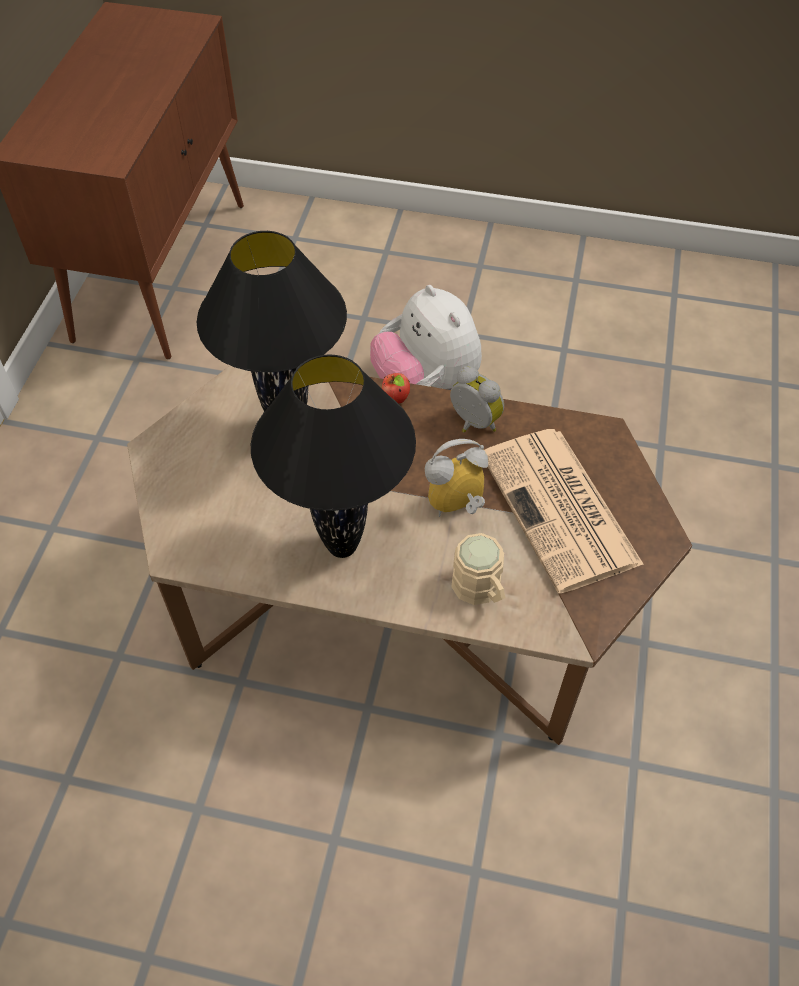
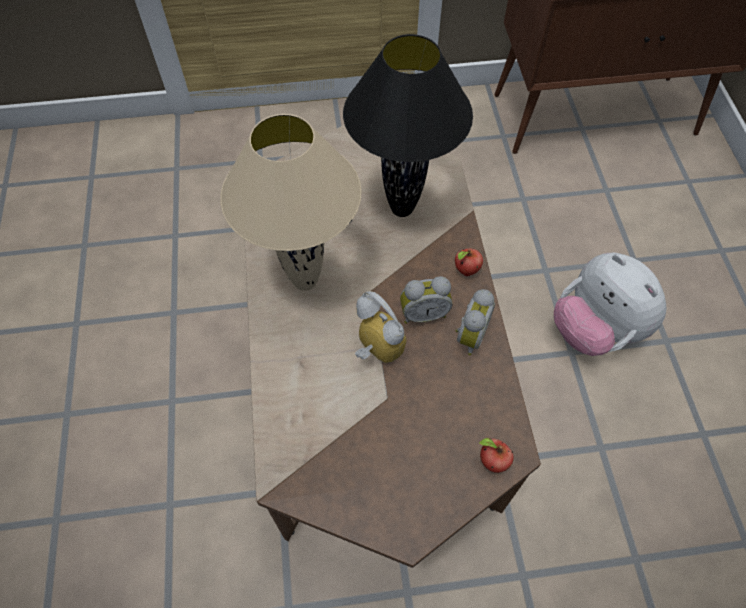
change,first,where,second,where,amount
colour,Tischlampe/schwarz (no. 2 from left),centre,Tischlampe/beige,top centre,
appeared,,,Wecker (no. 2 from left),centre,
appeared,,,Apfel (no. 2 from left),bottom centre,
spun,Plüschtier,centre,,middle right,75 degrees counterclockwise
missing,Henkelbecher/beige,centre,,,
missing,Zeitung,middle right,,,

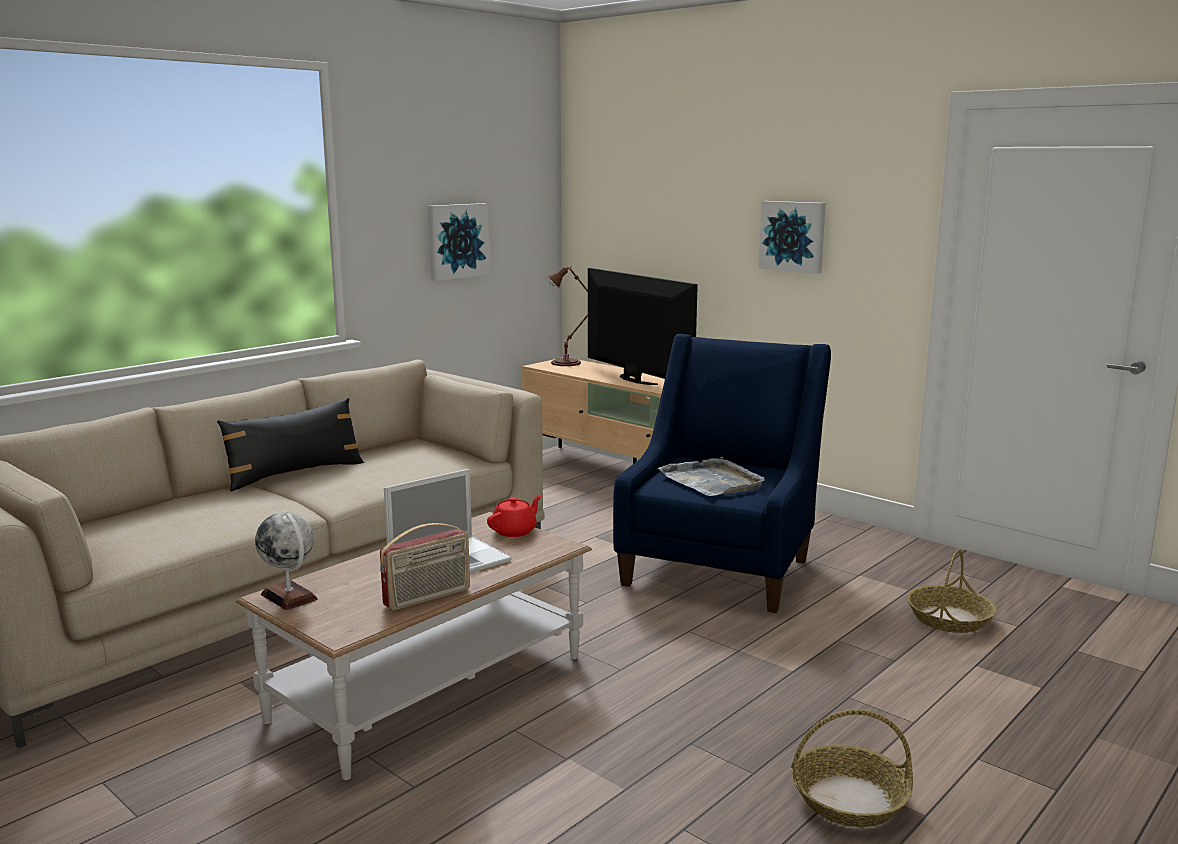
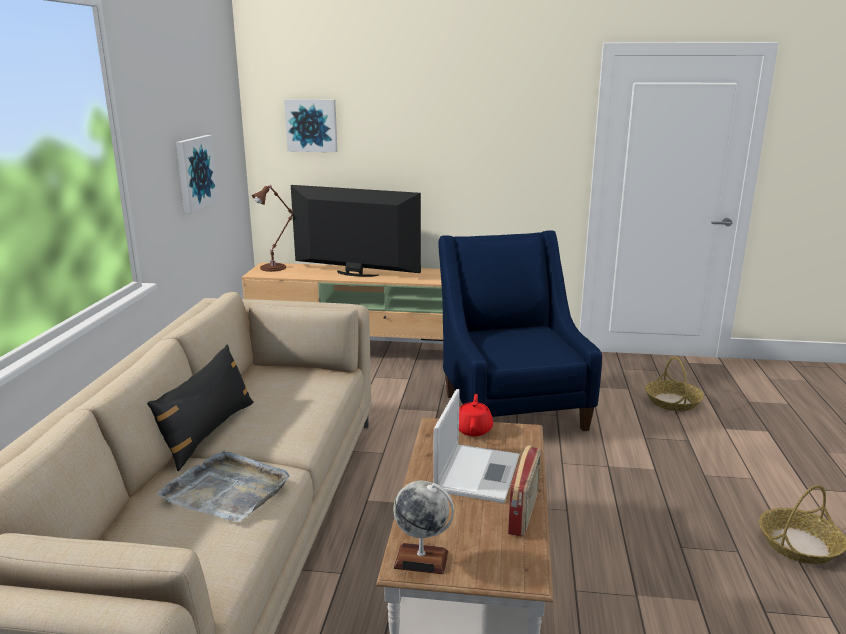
change,first,where,second,where,amount
relocated,Tablett/grau,centre,,bottom left,
relocated,Bild (no. 2 from left),top right,,top centre,

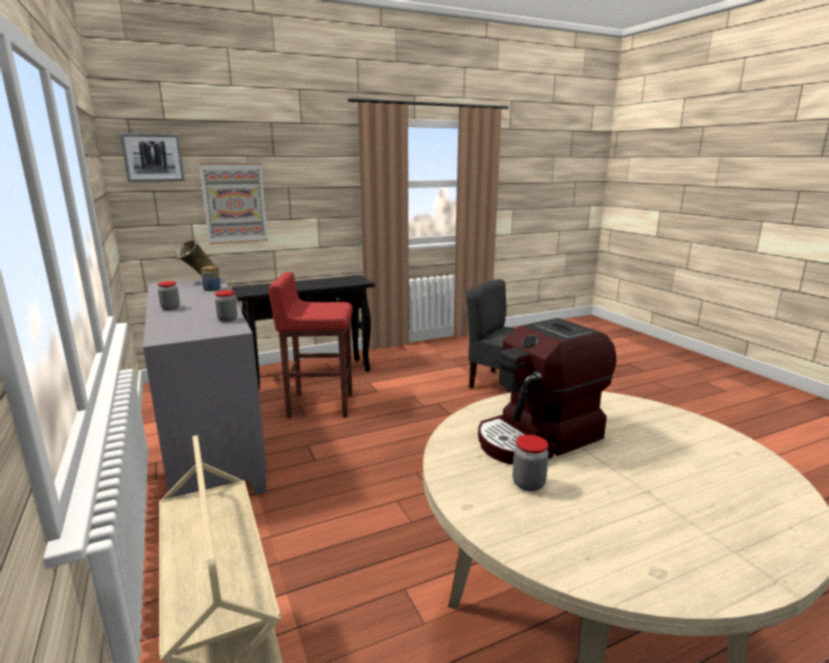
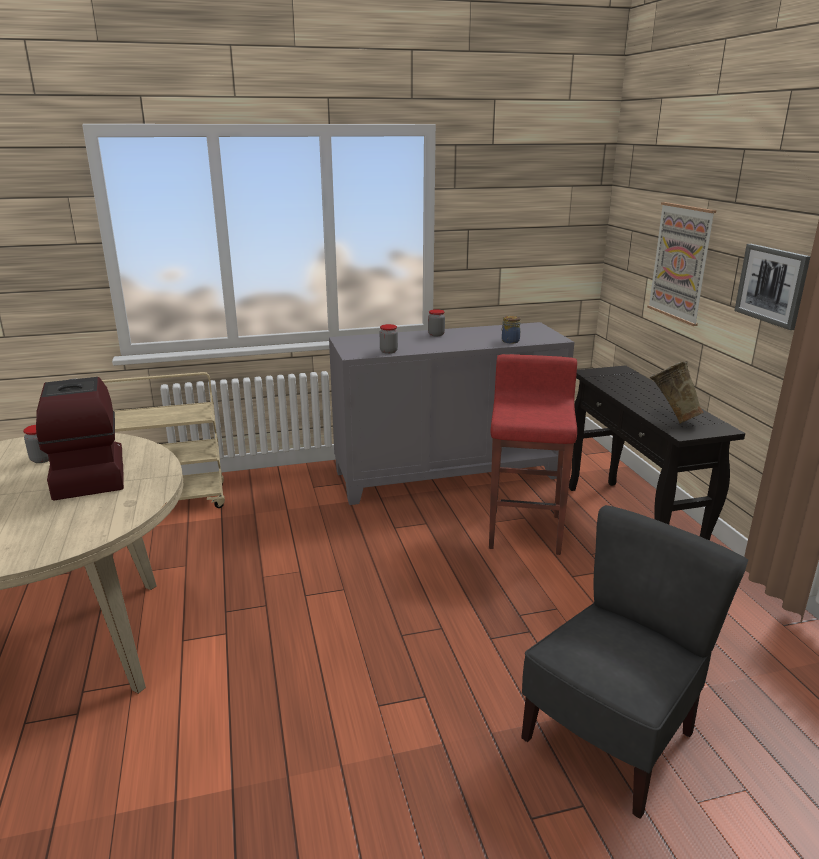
change,first,where,second,where,amount
relocated,Vase/beige,middle left,,middle right,
relocated,Bild (no. 1 from left in the first image),top left,Bild (no. 2 from left),middle right,

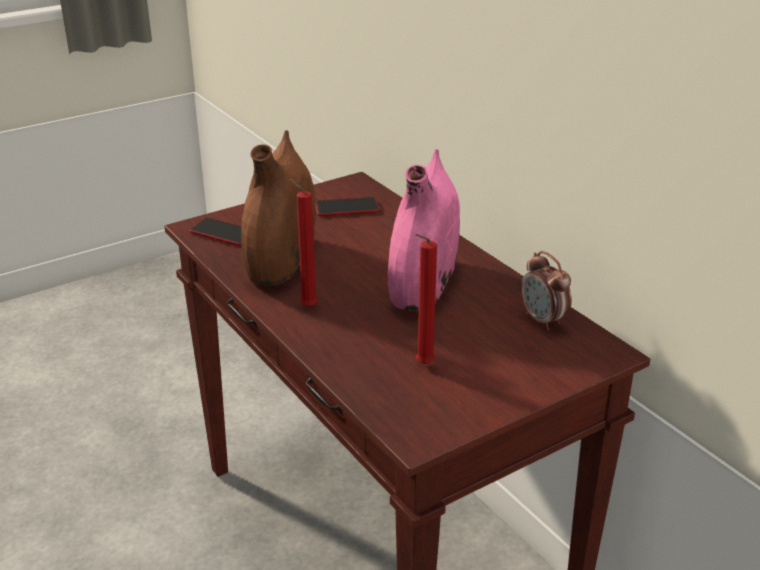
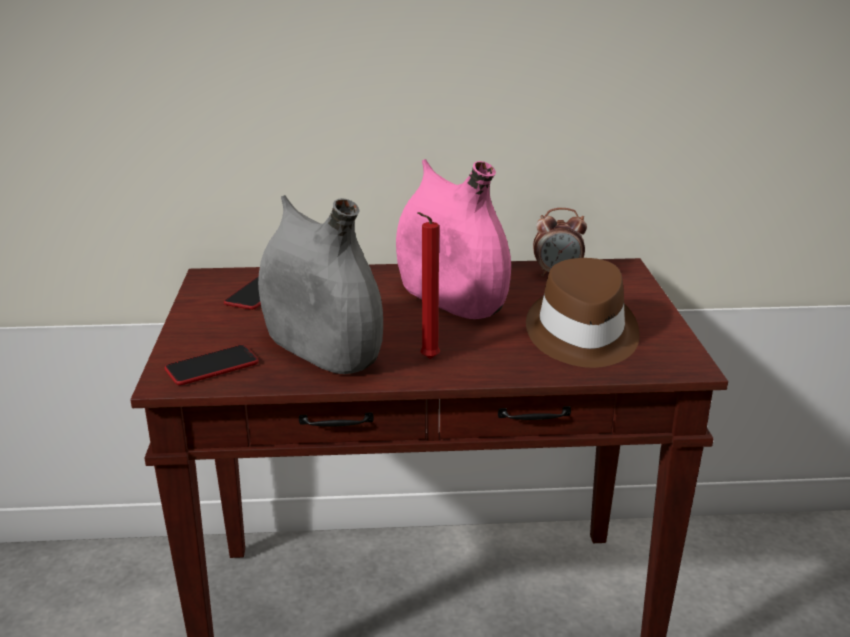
change,first,where,second,where,amount
colour,Vase/braun,centre,Vase/grau,centre,
exchanged,Kerze/rot (no. 2 from left),centre,Hut/braun,middle right,

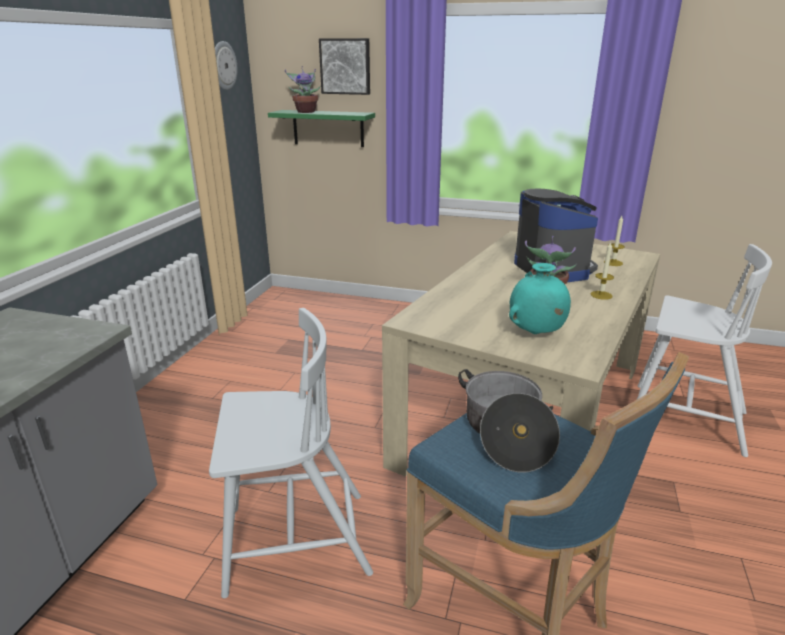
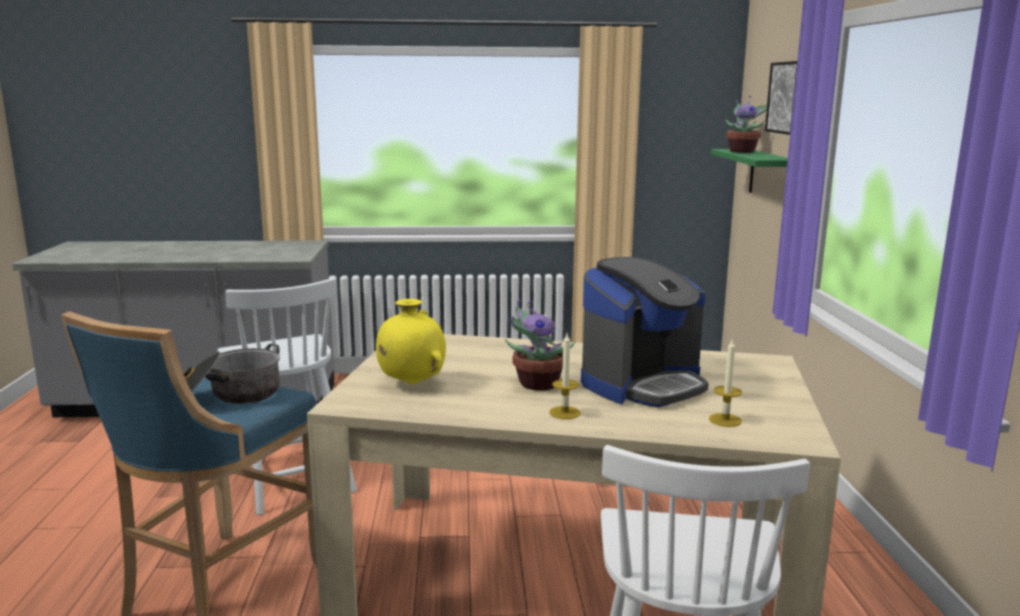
change,first,where,second,where,amount
colour,Vase/türkis,middle right,Vase/gelb,centre,
missing,Wanduhr,top left,,,

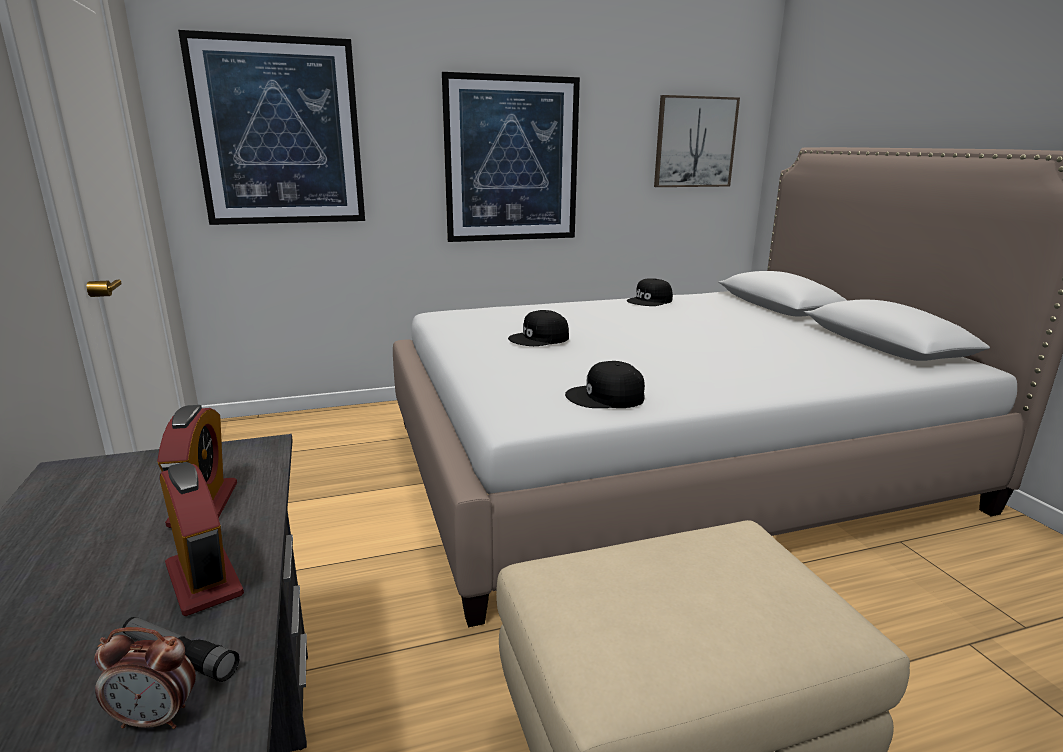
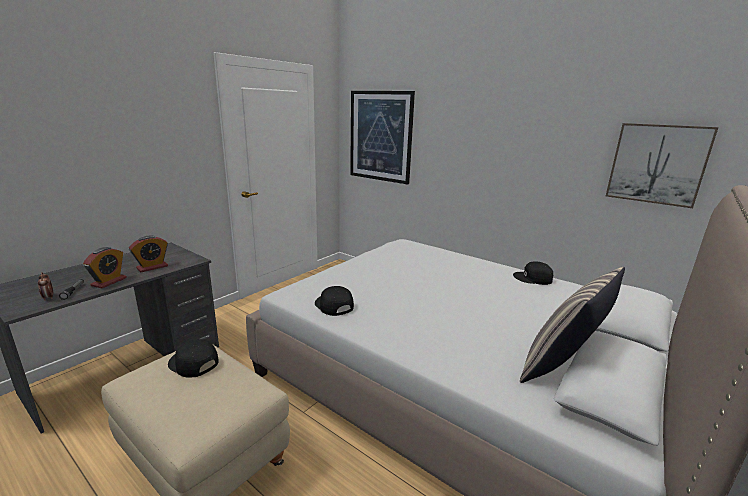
change,first,where,second,where,amount
relocated,Kappe/schwarz (no. 1 from left),centre,,bottom left,
appeared,,,Kissen,middle right,
missing,Bild (no. 2 from left),top centre,,,

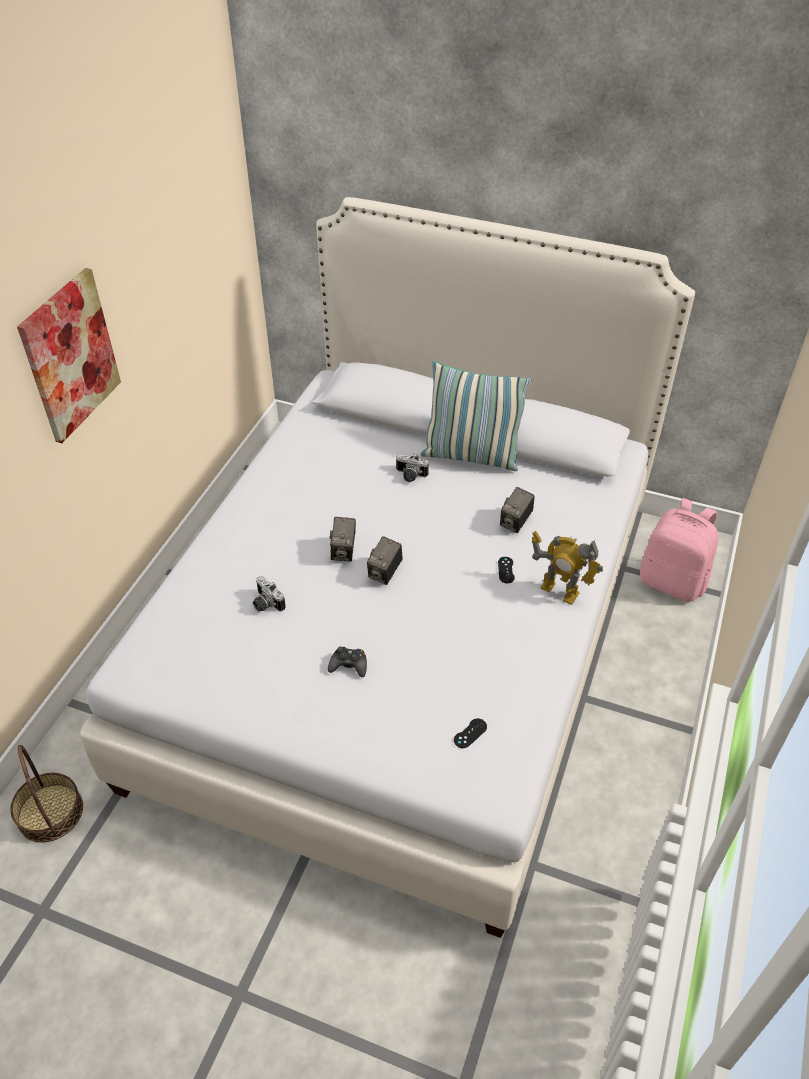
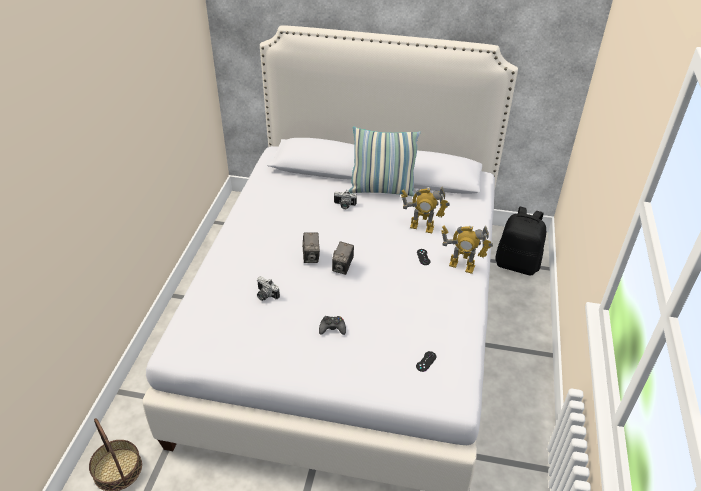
change,first,where,second,where,amount
exchanged,Kamera (no. 5 from left),centre,Spielzeugroboter (no. 1 from left),centre,
colour,Rucksack/rosa,middle right,Rucksack/schwarz,middle right,
missing,Bild,top left,,,

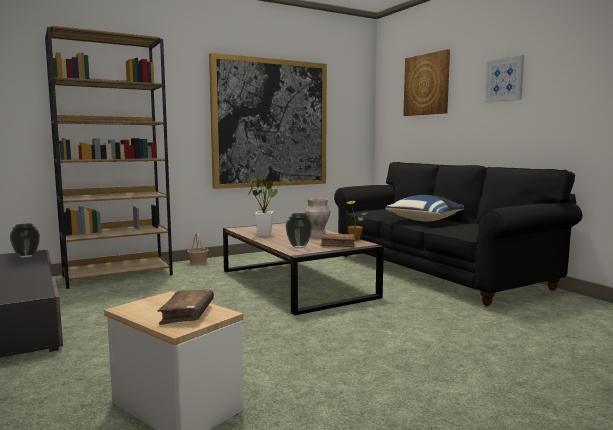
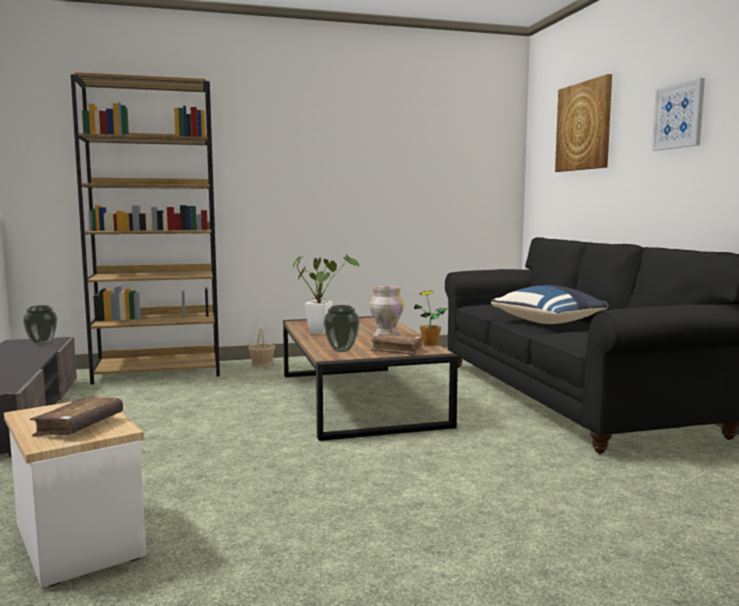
change,first,where,second,where,amount
missing,Bild (no. 1 from left),top centre,,,

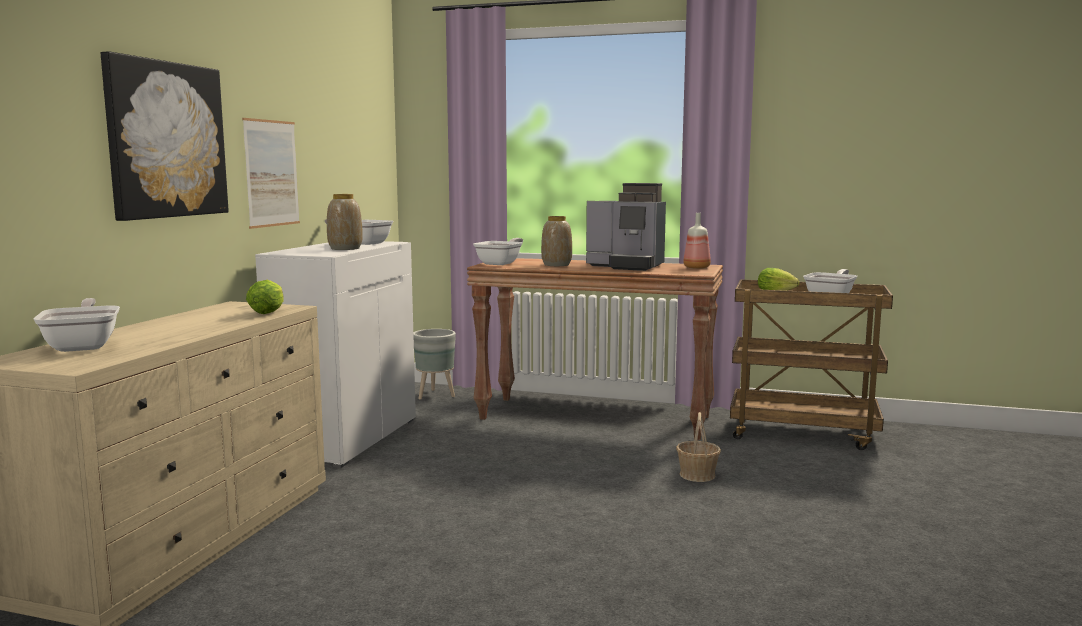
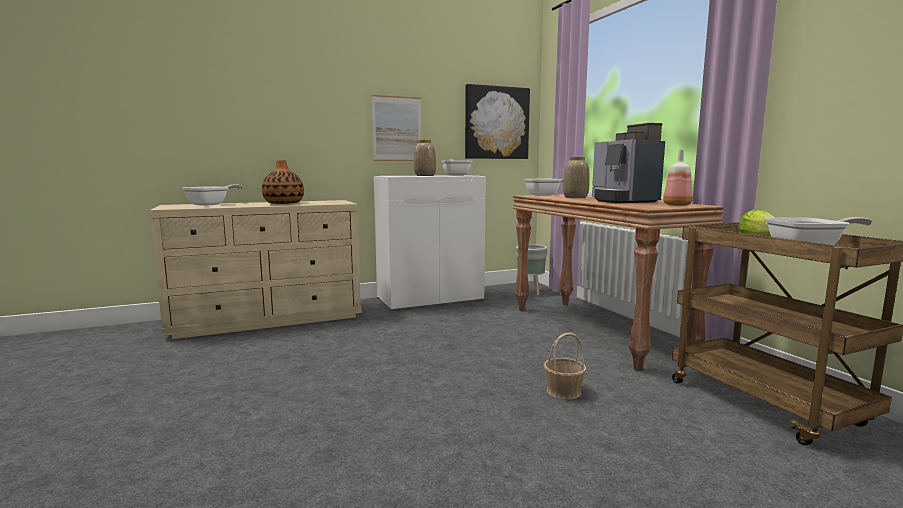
change,first,where,second,where,amount
appeared,,,Vase (no. 1 from left),middle left,
relocated,Bild (no. 1 from left in the first image),top left,Bild (no. 2 from left),top centre,
missing,Salatkopf (no. 1 from left),middle left,,,

